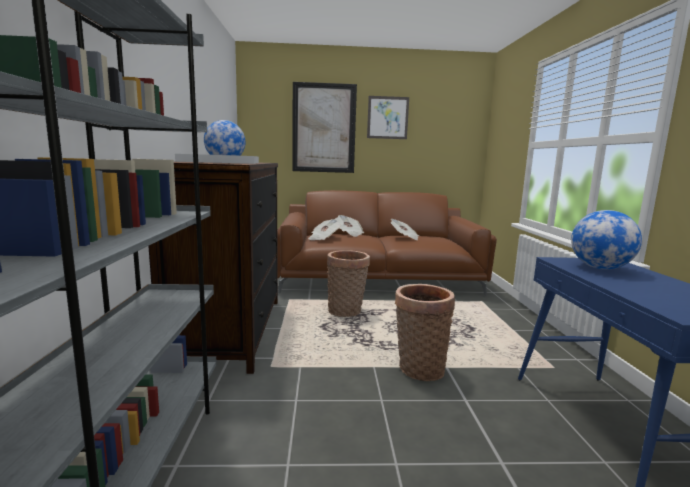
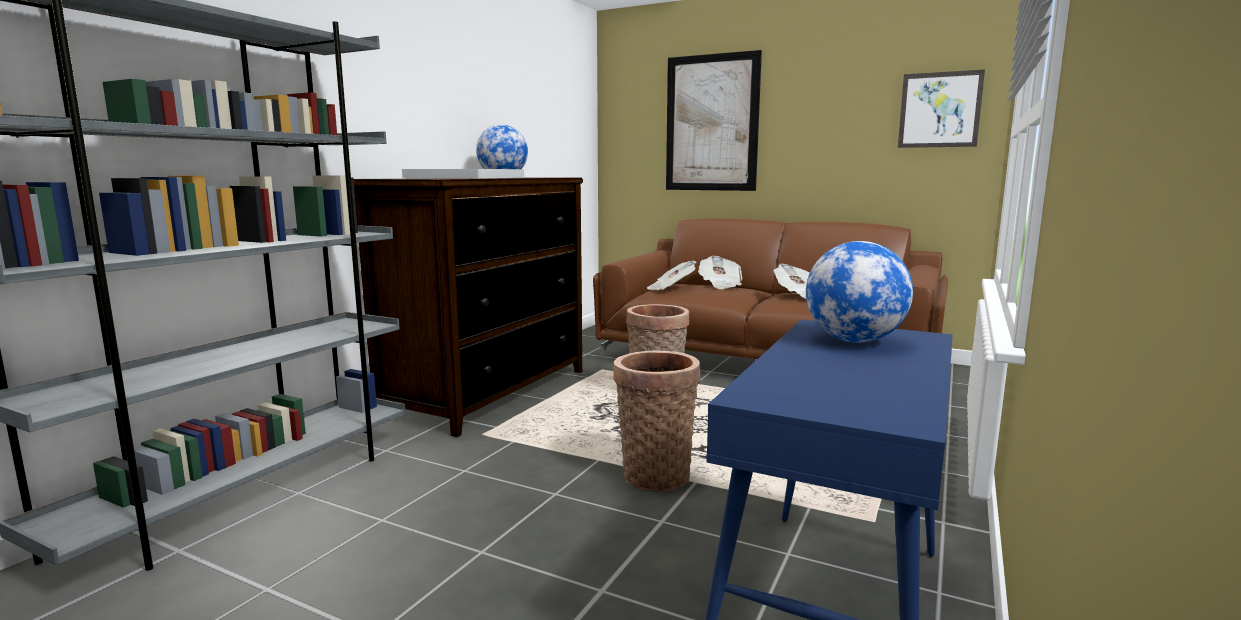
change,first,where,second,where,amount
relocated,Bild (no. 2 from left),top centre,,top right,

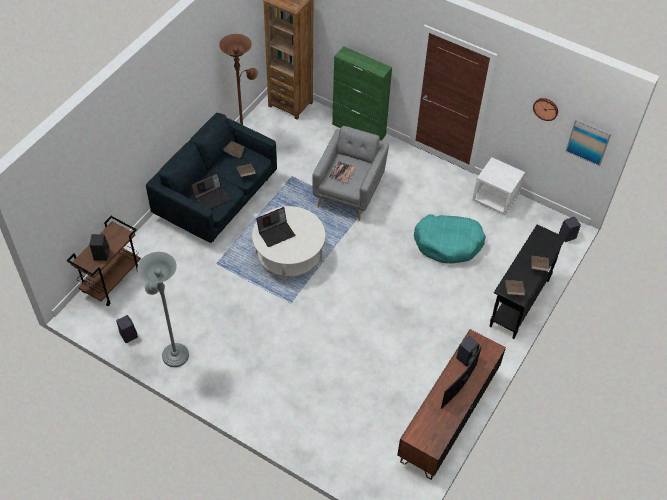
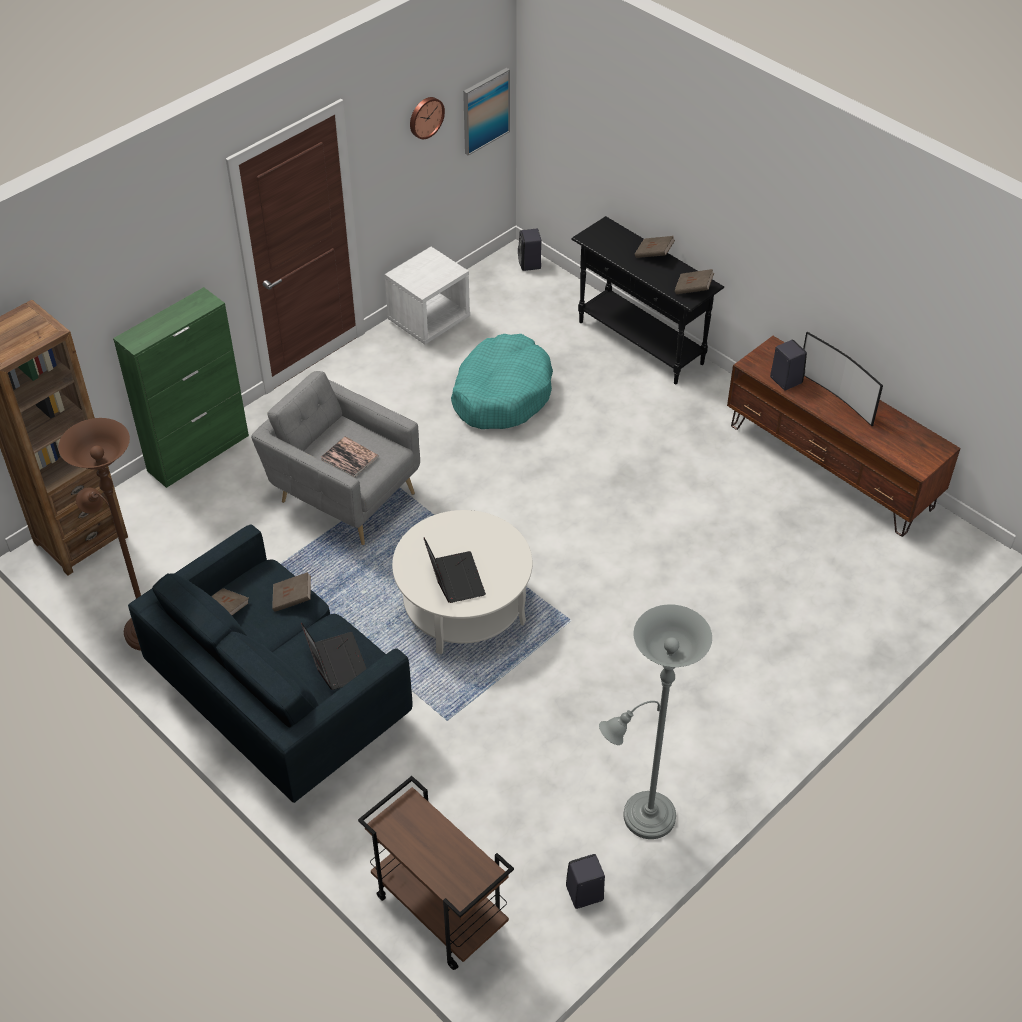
change,first,where,second,where,amount
missing,Lautsprecher/schwarz (no. 1 from left),middle left,,,

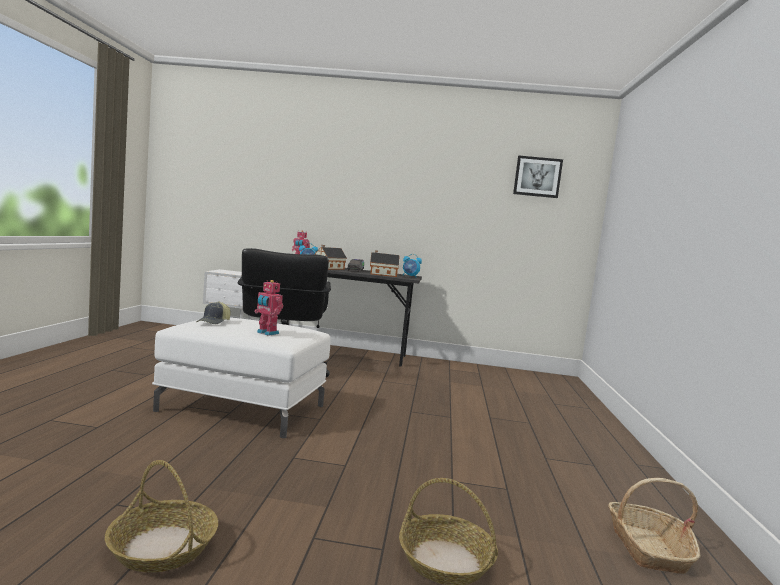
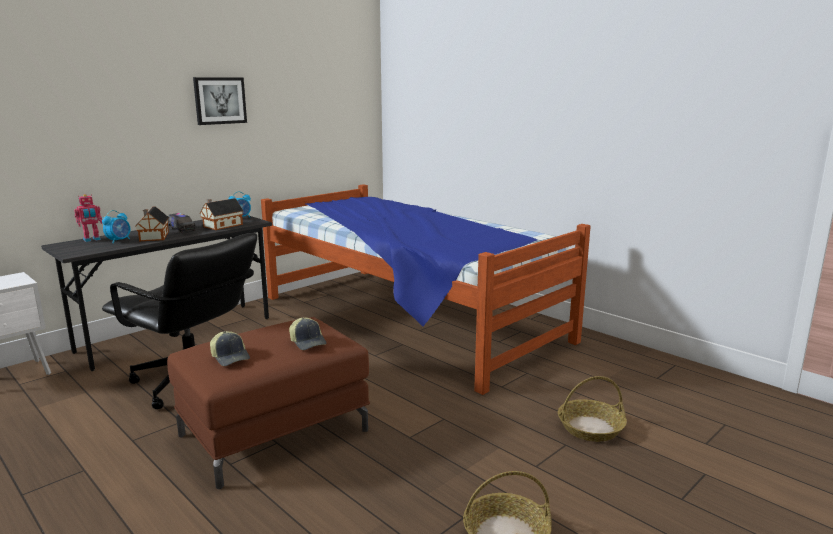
change,first,where,second,where,amount
colour,Polsterhocker/weiß,middle left,Polsterhocker/braun,bottom left,
relocated,Bild,top right,,top left,
appeared,,,Bett,centre,
exchanged,Spielzeugroboter (no. 1 from left),centre,Kappe (no. 2 from left),centre,
missing,Korb (no. 3 from left),bottom right,,,

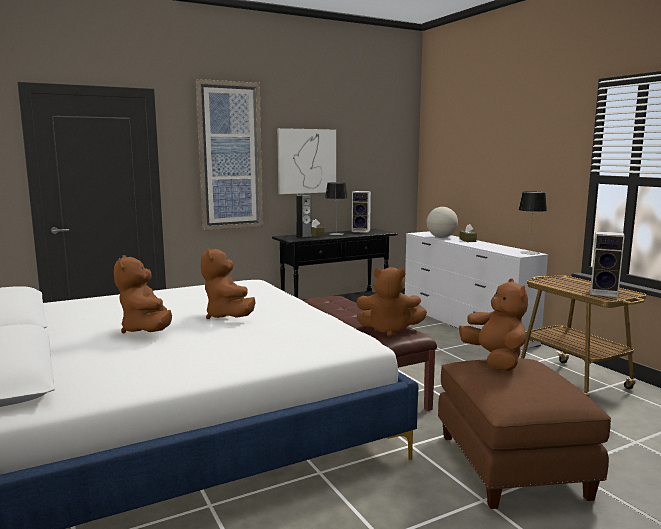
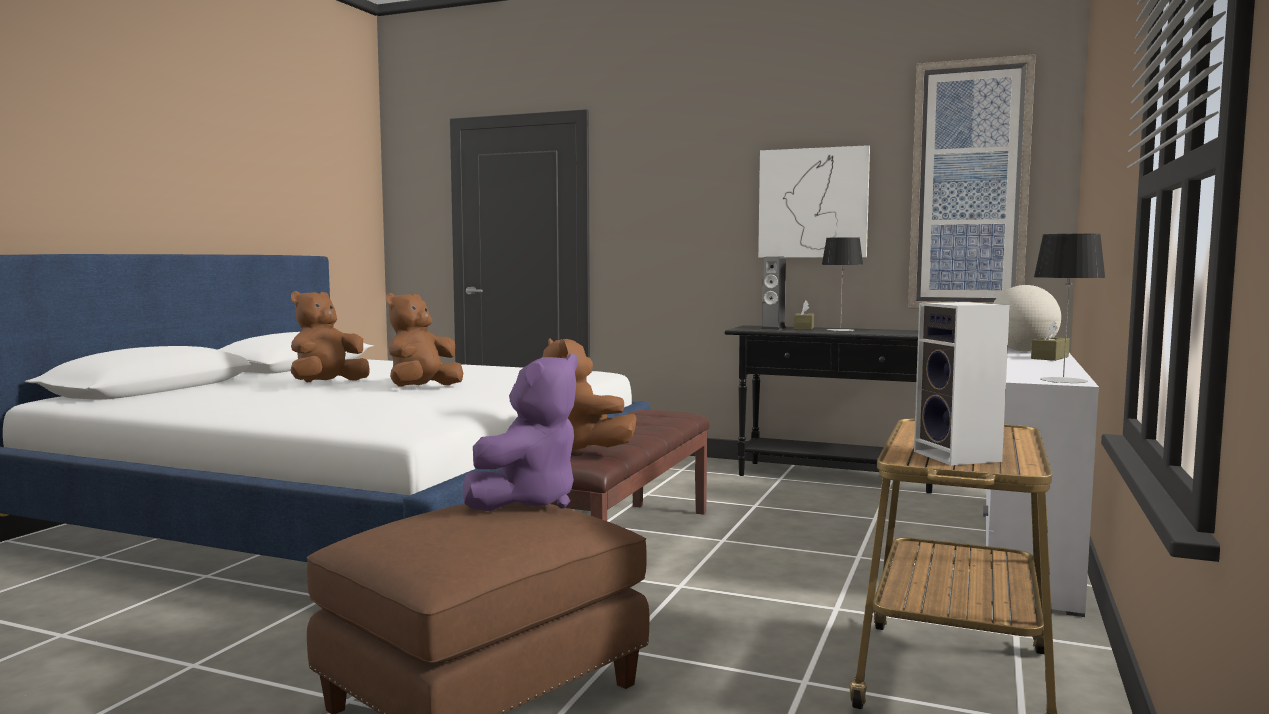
change,first,where,second,where,amount
colour,Plüschtier/braun (no. 4 from left),middle right,Plüschtier/lila,centre,
relocated,Bild (no. 1 from left in the first image),top centre,Bild (no. 2 from left),top right,
missing,Lautsprecher (no. 2 from left),centre,,,

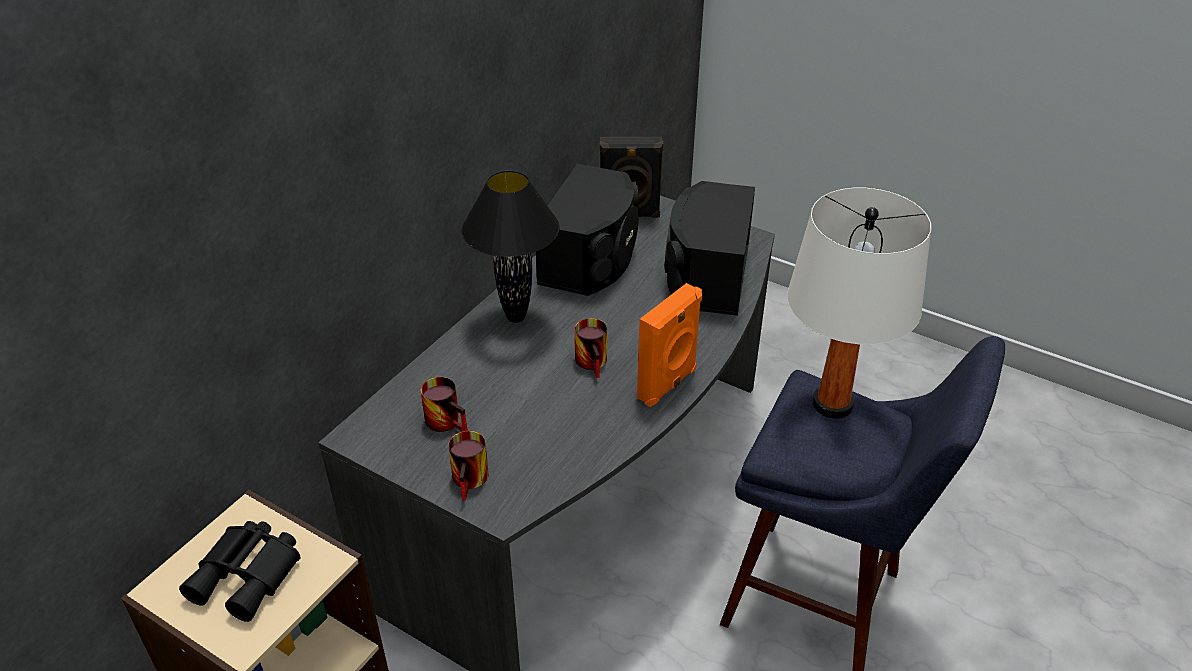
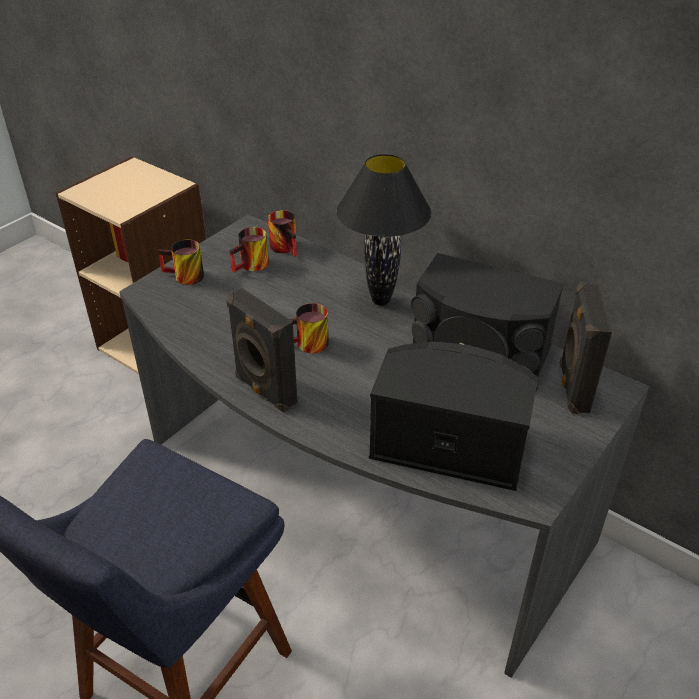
change,first,where,second,where,amount
colour,Lautsprecher/orange,centre,Lautsprecher/schwarz (no. 1 from left),centre,
appeared,,,Henkelbecher (no. 3 from left),centre,
missing,Fernglas/schwarz,bottom left,,,
missing,Tischlampe/weiß,middle right,,,

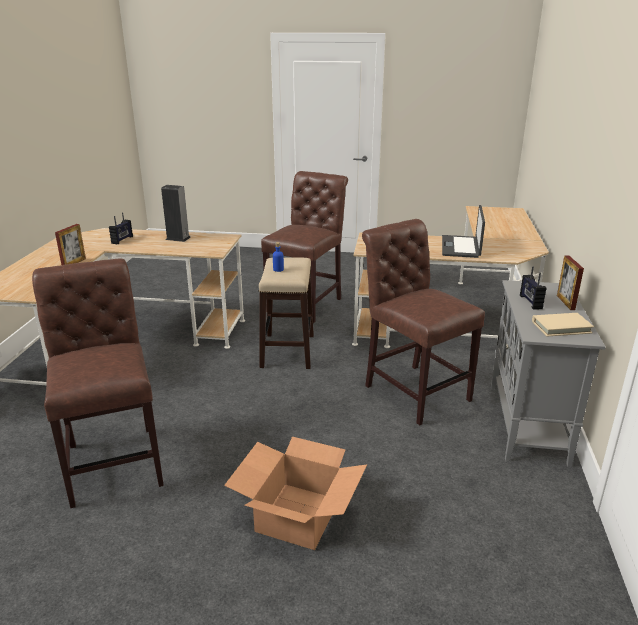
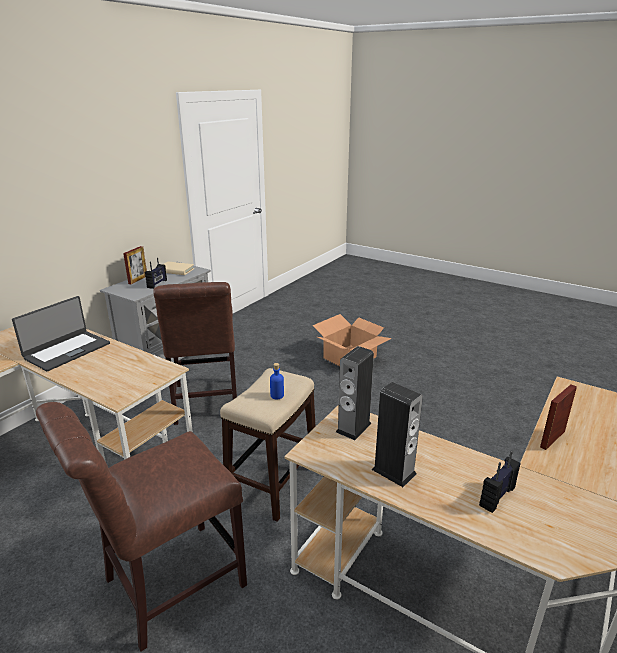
change,first,where,second,where,amount
appeared,,,Lautsprecher (no. 1 from left),centre,
missing,Stuhl/braun (no. 1 from left),middle left,,,

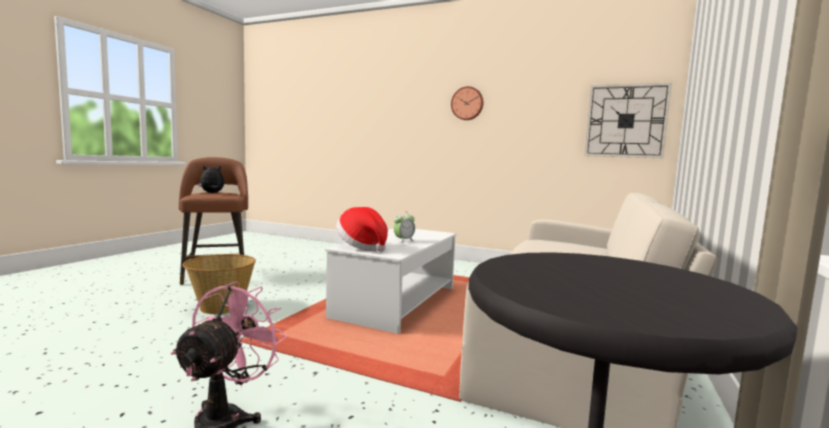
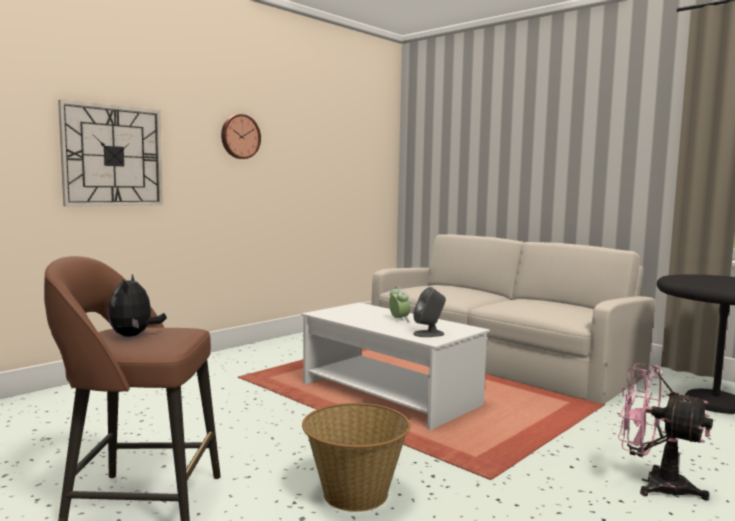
change,first,where,second,where,amount
relocated,Wanduhr (no. 2 from left in the first image),top right,Wanduhr (no. 1 from left),top left,
exchanged,Hut,centre,Lautsprecher/grau,centre,

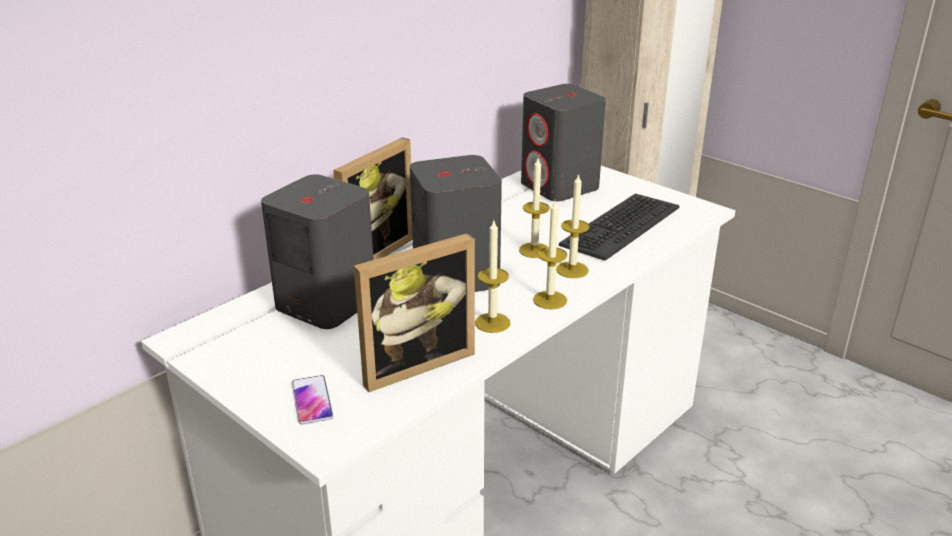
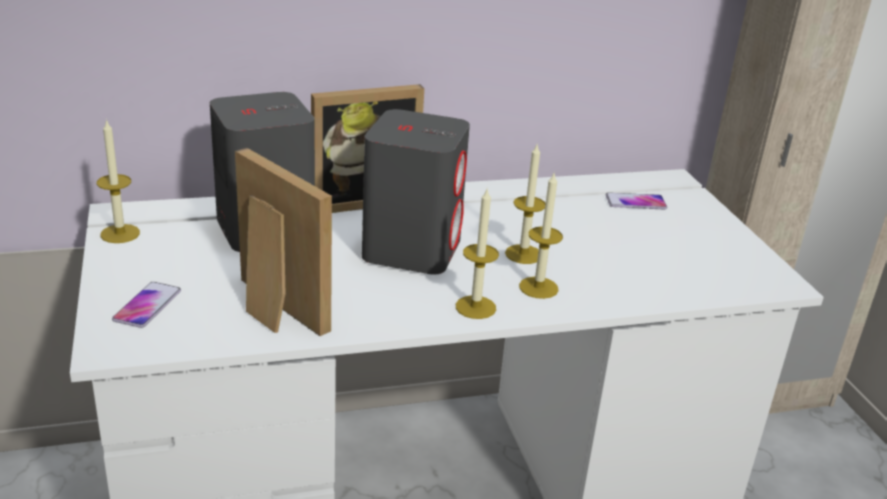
change,first,where,second,where,amount
relocated,Kerze (no. 1 from left),centre,,middle left,
spun,Bilderrahmen (no. 2 from left in the first image),centre,Bilderrahmen (no. 1 from left),middle left,135 degrees counterclockwise
exchanged,Lautsprecher/grau (no. 3 from left),top centre,Handy (no. 2 from left),middle right,
missing,Tastatur,centre,,,

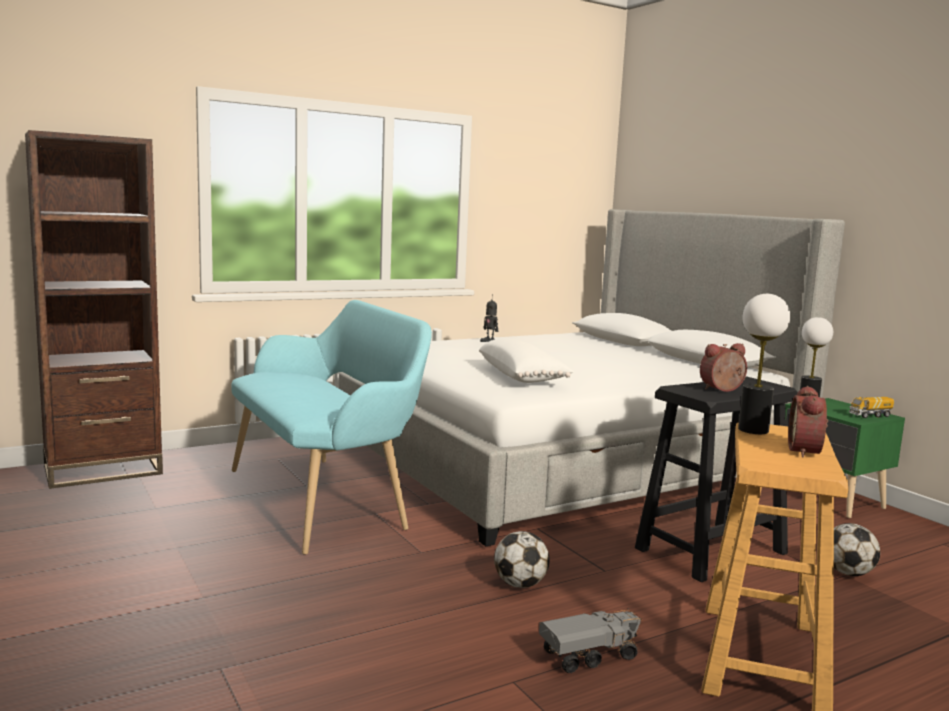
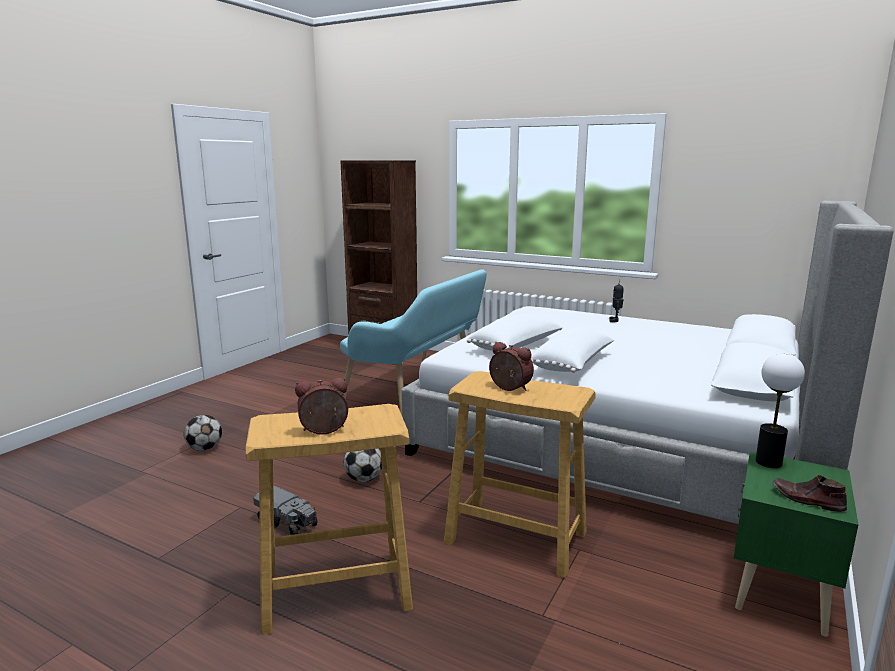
change,first,where,second,where,amount
relocated,Fußball (no. 2 from left in the first image),bottom right,Fußball (no. 1 from left),middle left,
colour,Hocker/schwarz,bottom right,Hocker/beige (no. 2 from left),bottom centre,
appeared,,,Kissen/weiß (no. 2 from left),centre,
exchanged,Spielzeuglaster (no. 2 from left),middle right,Schuh/braun,bottom right,
missing,Tischlampe (no. 1 from left),middle right,,,

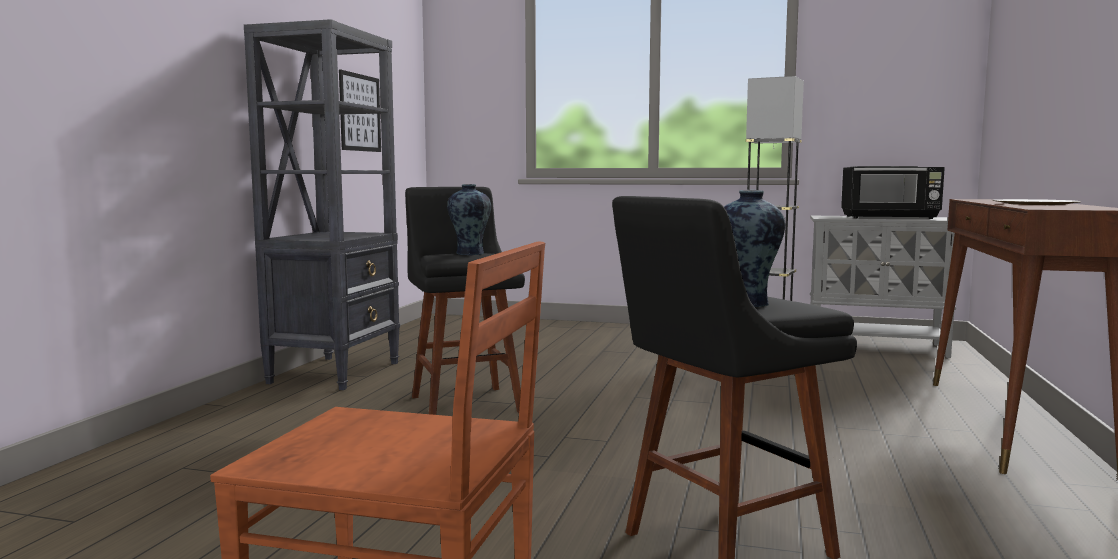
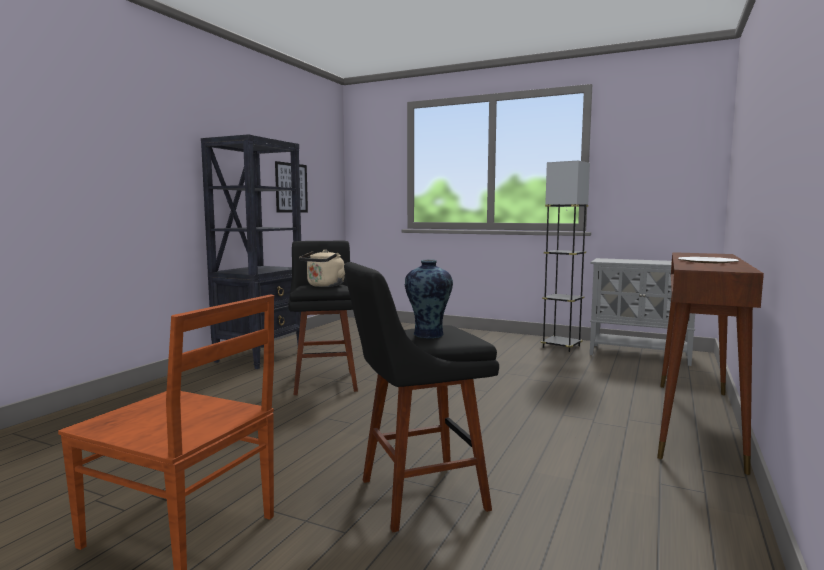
change,first,where,second,where,amount
exchanged,Vase (no. 1 from left),centre,Wasserkessel/beige,centre,
missing,Mikrowelle/schwarz,middle right,,,

